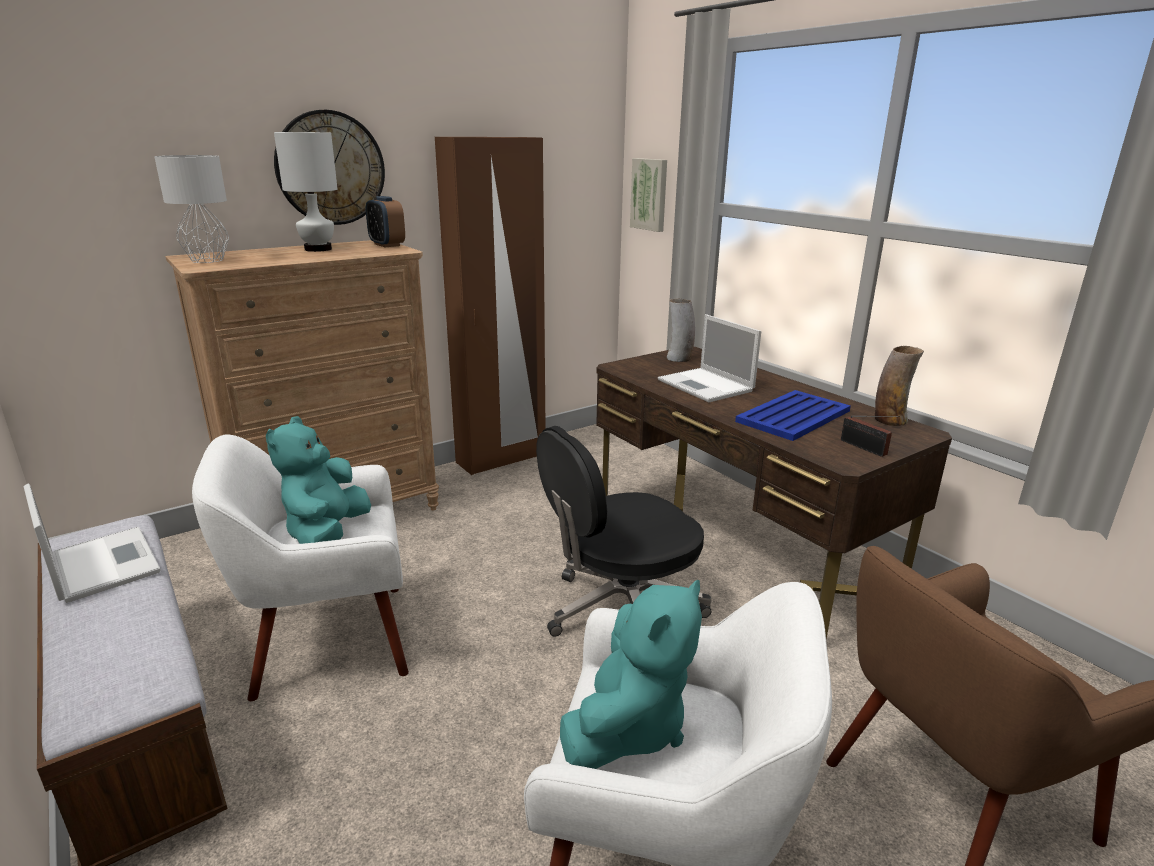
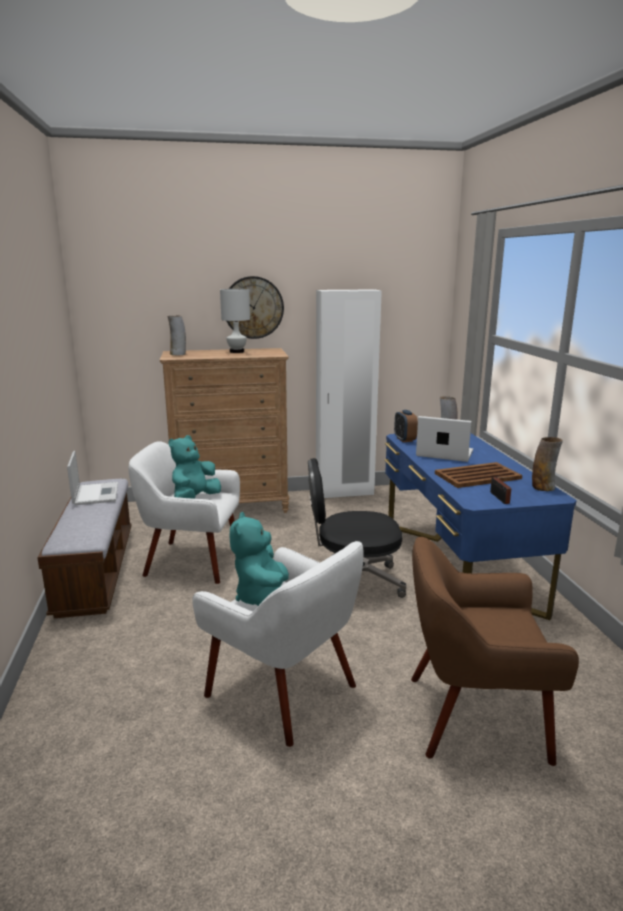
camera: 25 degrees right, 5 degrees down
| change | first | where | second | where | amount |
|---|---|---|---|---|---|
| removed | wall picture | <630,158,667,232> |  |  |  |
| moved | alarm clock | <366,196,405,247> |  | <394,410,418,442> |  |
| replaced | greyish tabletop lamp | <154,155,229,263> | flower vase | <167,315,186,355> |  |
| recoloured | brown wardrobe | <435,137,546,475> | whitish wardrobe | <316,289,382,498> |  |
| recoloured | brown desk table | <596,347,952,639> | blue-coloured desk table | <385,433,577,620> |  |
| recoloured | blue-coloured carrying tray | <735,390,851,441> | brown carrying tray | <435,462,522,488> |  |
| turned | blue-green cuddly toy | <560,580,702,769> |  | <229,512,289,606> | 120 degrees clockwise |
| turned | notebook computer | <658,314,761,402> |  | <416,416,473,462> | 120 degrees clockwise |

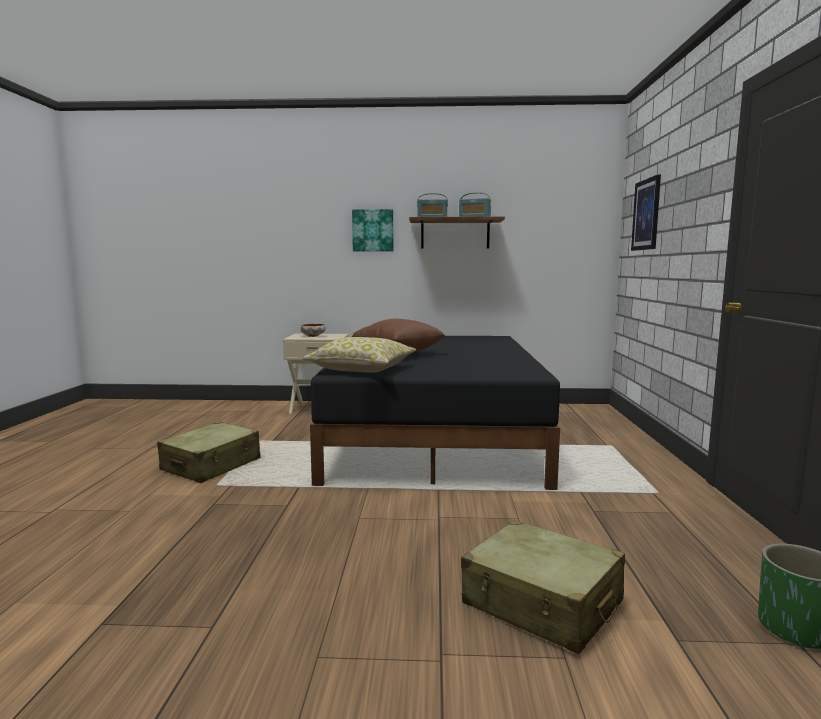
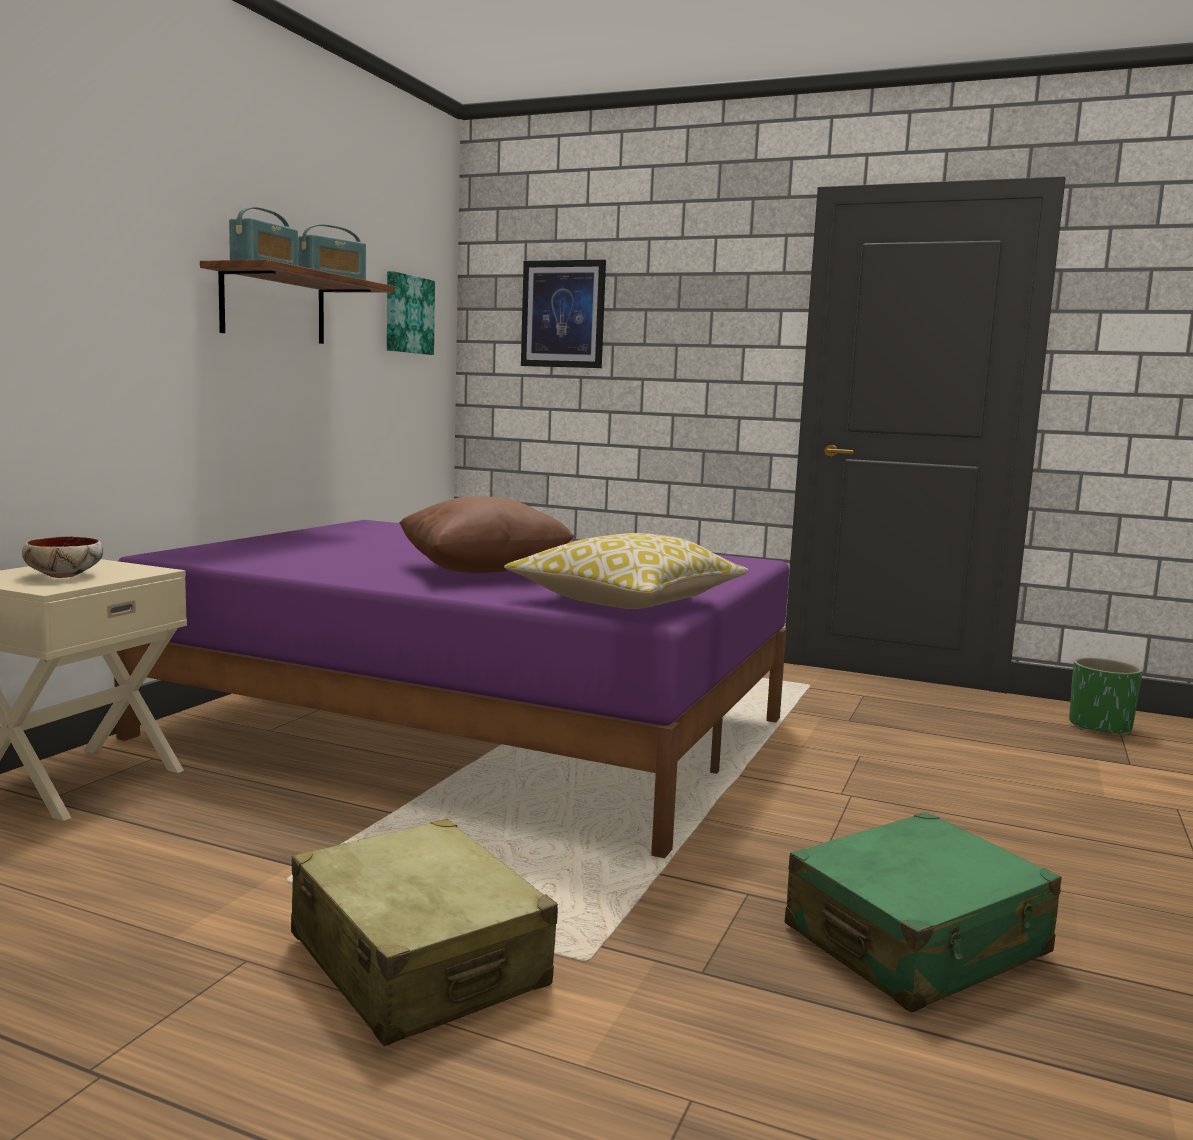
camera: 70 degrees left, 0 degrees up
| change | first | where | second | where | amount |
|---|---|---|---|---|---|
| removed | beige-coloured suitcase | <461,520,625,654> |  |  |  |
| added |  |  | green suitcase | <785,812,1062,1012> |  |
| moved | wall picture | <352,209,393,251> |  | <387,271,435,355> |  |
| recoloured | black bedroom bed | <310,336,560,490> | purple bedroom bed | <114,520,789,859> |  |

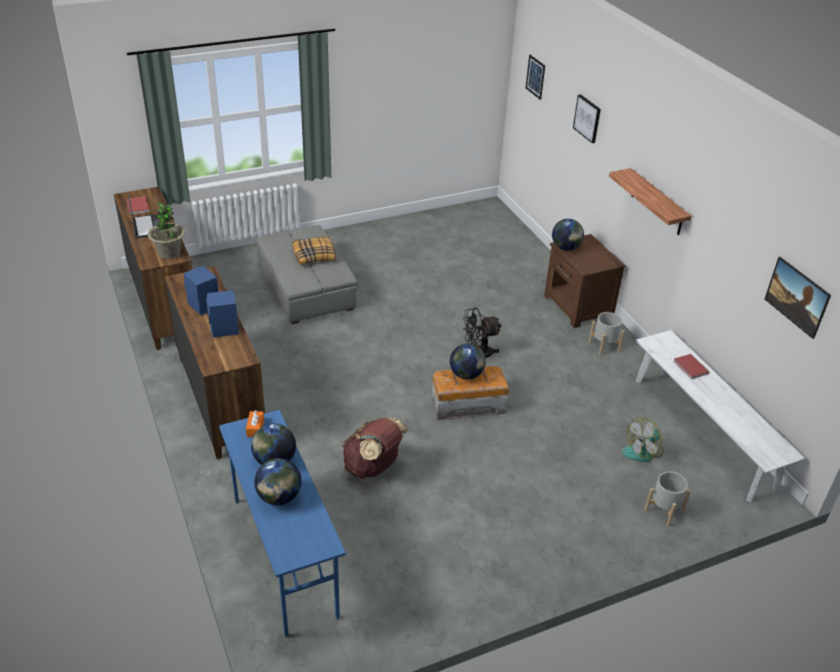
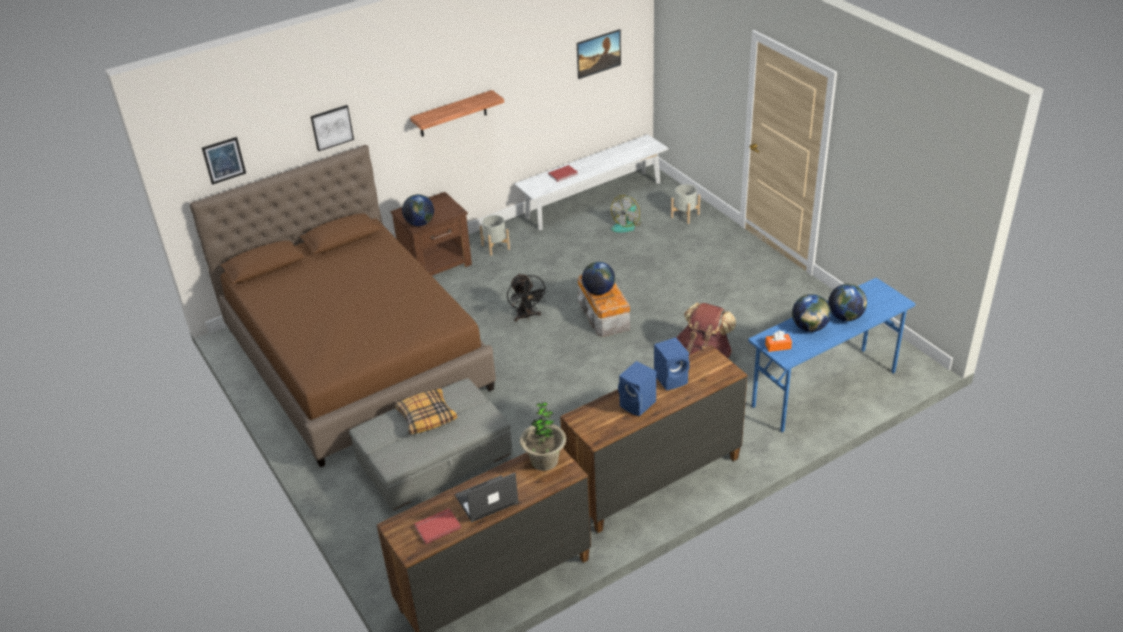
camera: 95 degrees left, 0 degrees up
| change | first | where | second | where | amount |
|---|---|---|---|---|---|
| added |  |  | brown bedroom bed | <190,145,496,468> |  |
| turned | electric fan | <622,417,664,462> |  | <611,195,641,232> | 75 degrees clockwise |

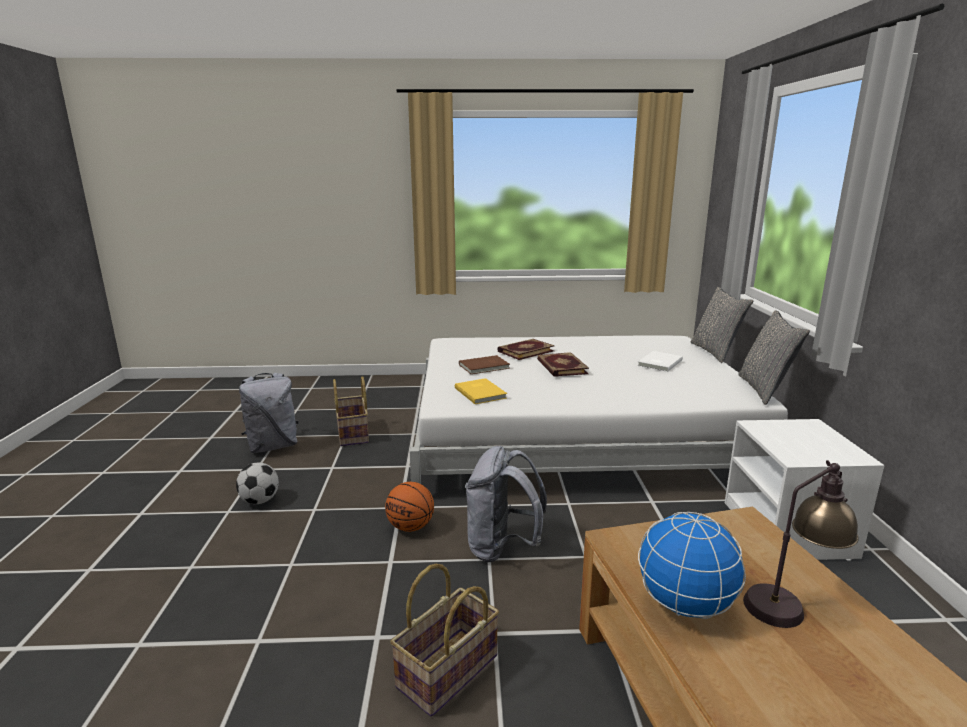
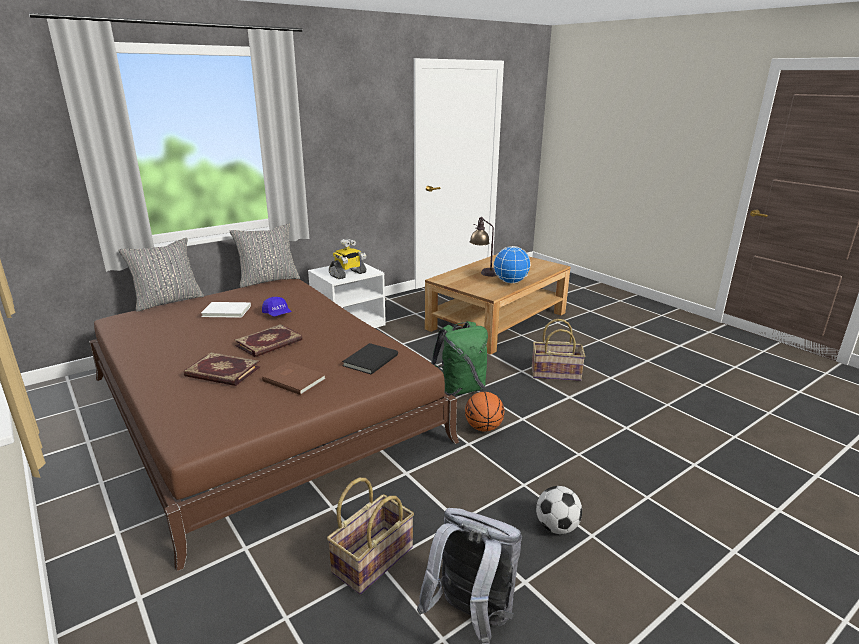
camera: 125 degrees left, 5 degrees up
| change | first | where | second | where | amount |
|---|---|---|---|---|---|
| added |  |  | blue-coloured peaked cap | <262,297,292,317> |  |
| added |  |  | robot figure | <329,238,367,279> |  |
| recoloured | whitish bedroom bed | <410,336,788,484> | brown bedroom bed | <89,279,459,572> |  |
| recoloured | yellow bound book | <455,378,507,404> | black bound book | <342,343,398,375> |  |
| recoloured | greyish knapsack | <465,446,547,563> | green knapsack | <431,321,488,396> |  |

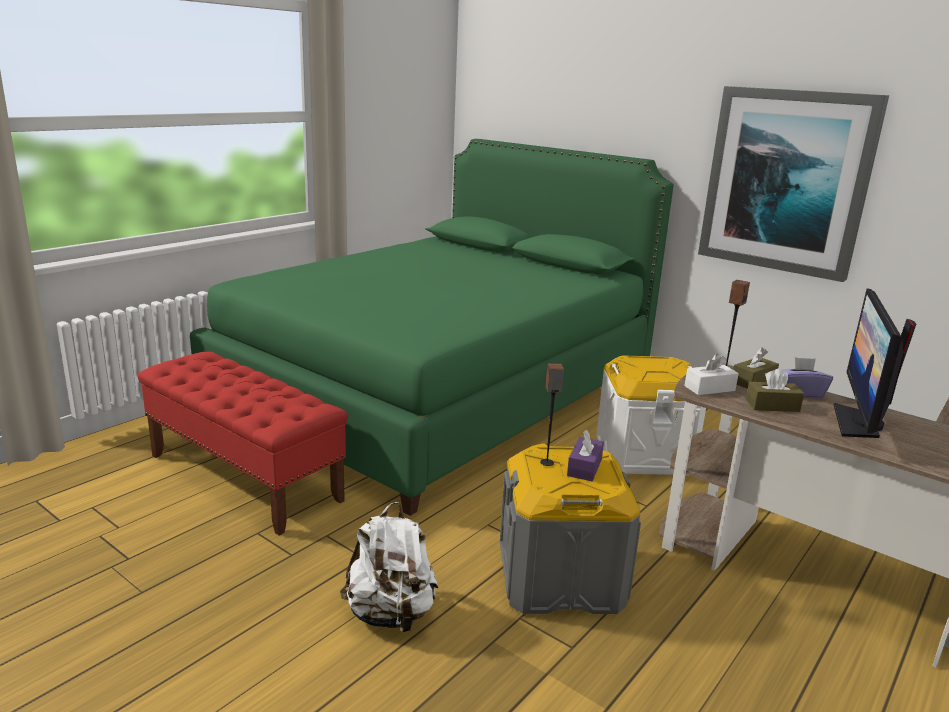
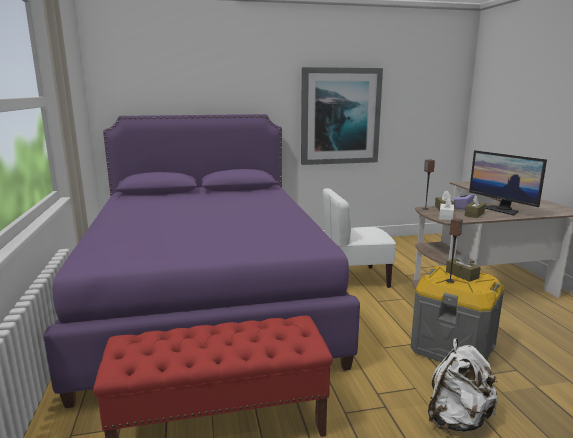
camera: 50 degrees left, 5 degrees down
| change | first | where | second | where | amount |
|---|---|---|---|---|---|
| replaced | whitish storage container | <596,355,706,475> | whitish upright chair | <323,188,396,288> |  |
| recoloured | green bedroom bed | <190,139,674,516> | purple bedroom bed | <44,114,360,408> |  |
| recoloured | purple box of tissues | <567,430,604,481> | brown box of tissues | <446,252,481,282> |  |

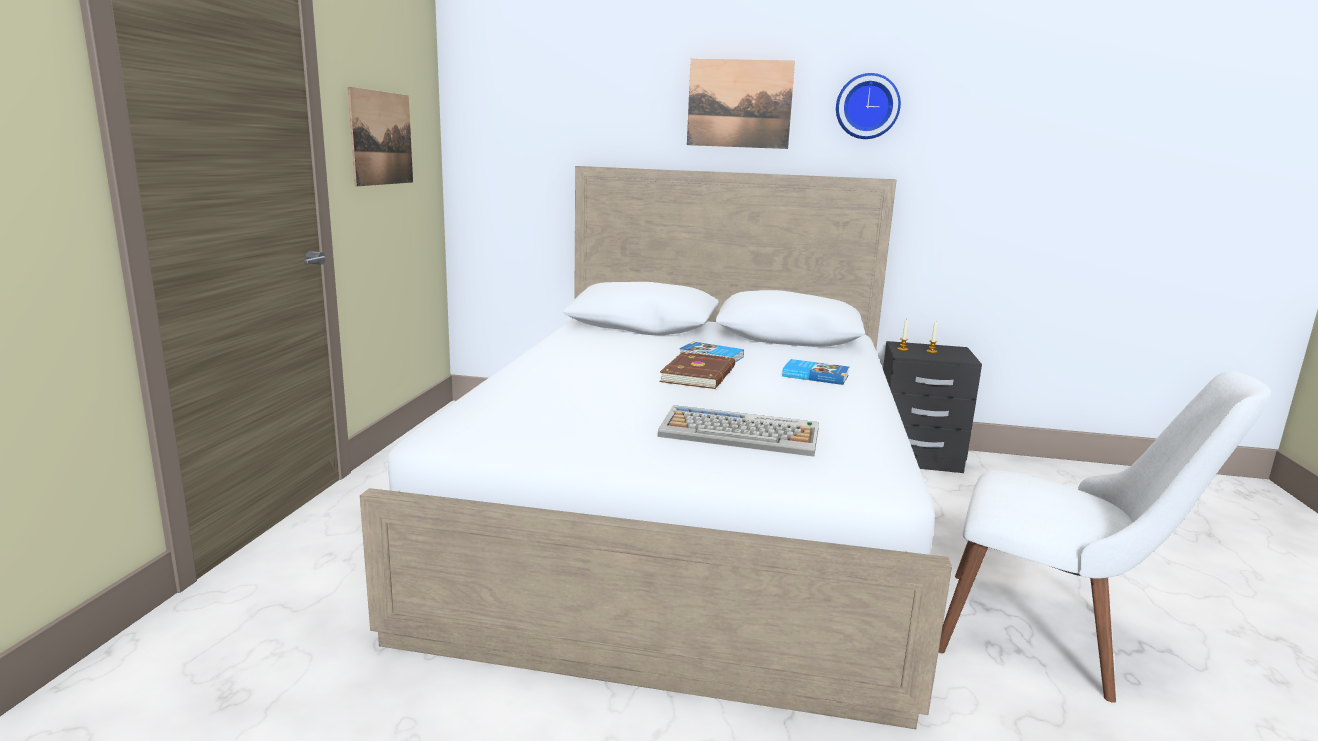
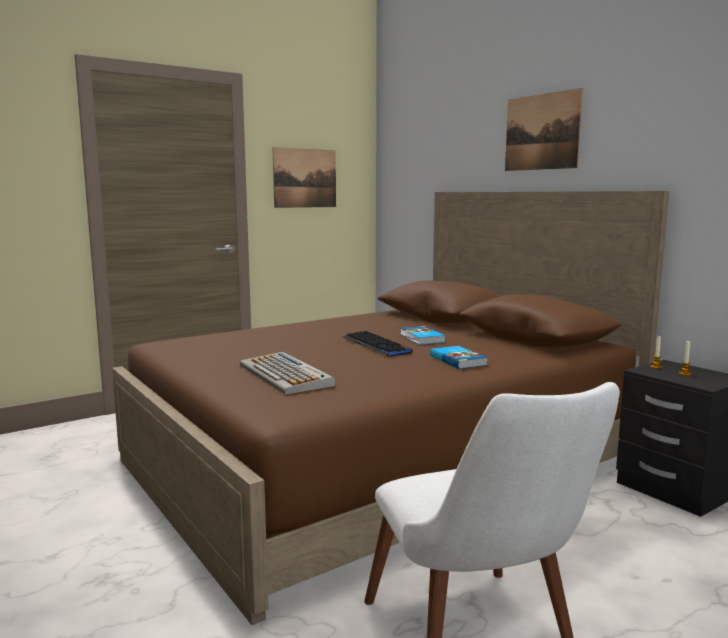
camera: 45 degrees right, 5 degrees down
| change | first | where | second | where | amount |
|---|---|---|---|---|---|
| removed | hanging clock | <836,73,901,139> |  |  |  |
| replaced | brown bound book | <660,352,735,389> | keyboard | <342,331,413,356> |  |
| recoloured | whitish bedroom bed | <360,166,952,729> | brown bedroom bed | <112,191,669,625> |  |

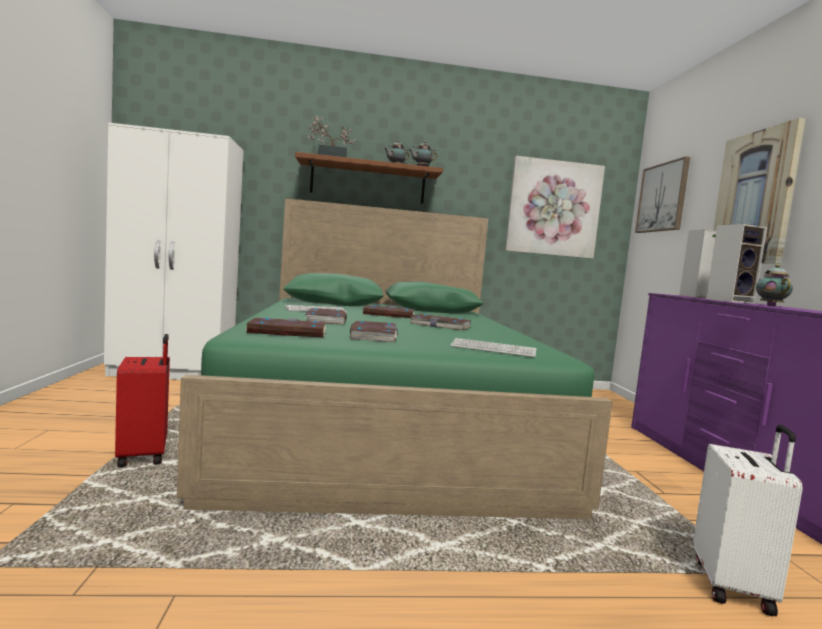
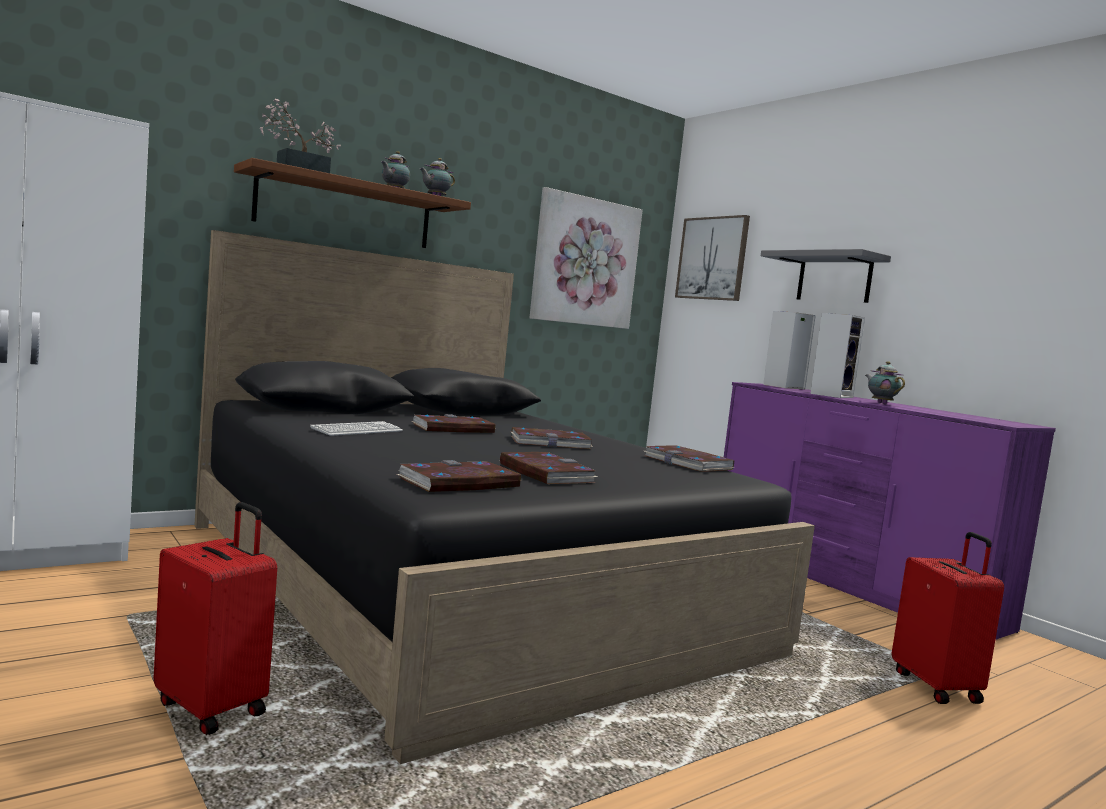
camera: 30 degrees left, 0 degrees up
| change | first | where | second | where | amount |
|---|---|---|---|---|---|
| removed | keyboard | <450,338,536,357> |  |  |  |
| moved | bound book | <305,308,347,325> |  | <645,445,734,472> |  |
| replaced | wall picture | <713,118,806,264> | greyish shelf | <761,249,891,303> |  |
| recoloured | green bedroom bed | <177,198,613,519> | black bedroom bed | <194,230,815,764> |  |
| recoloured | whitish suitcase | <693,425,803,616> | reddish suitcase | <892,532,1004,704> |  |

